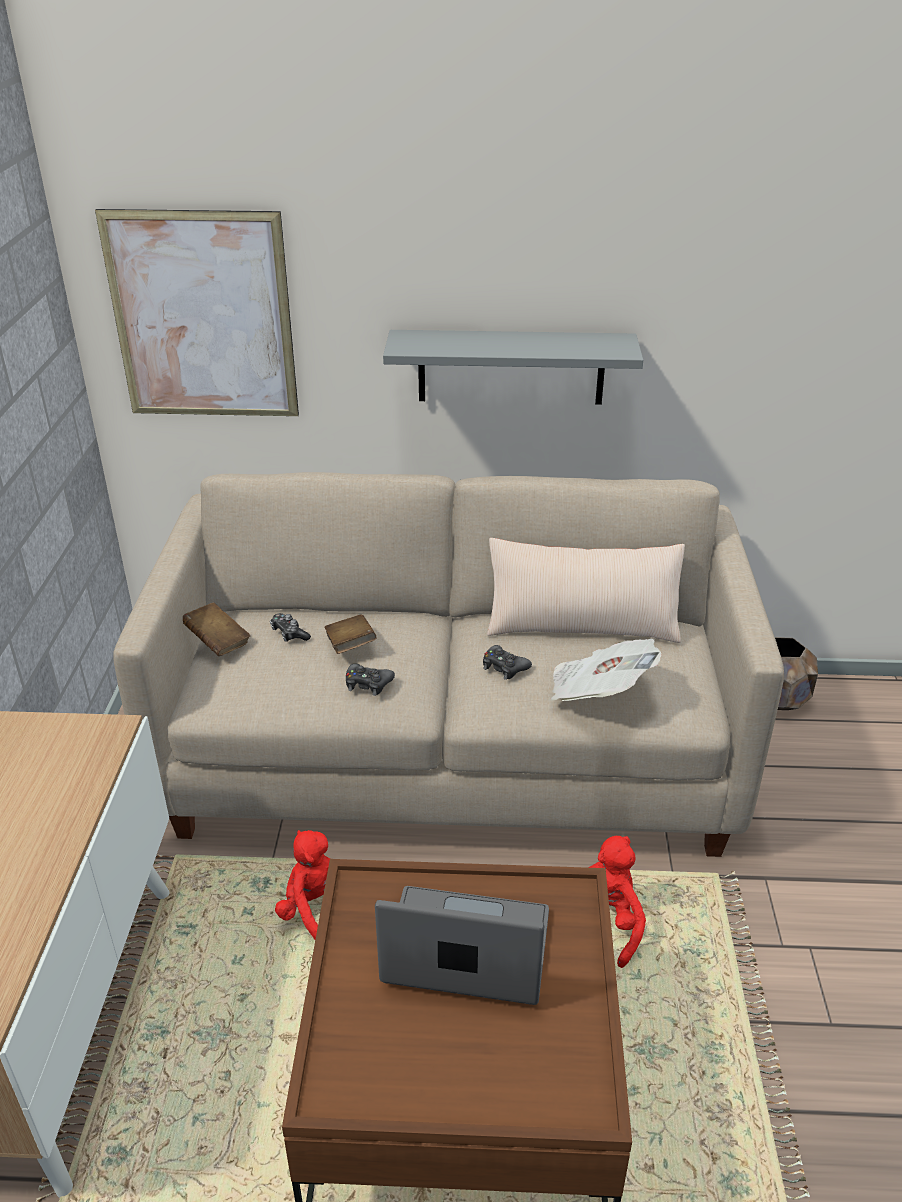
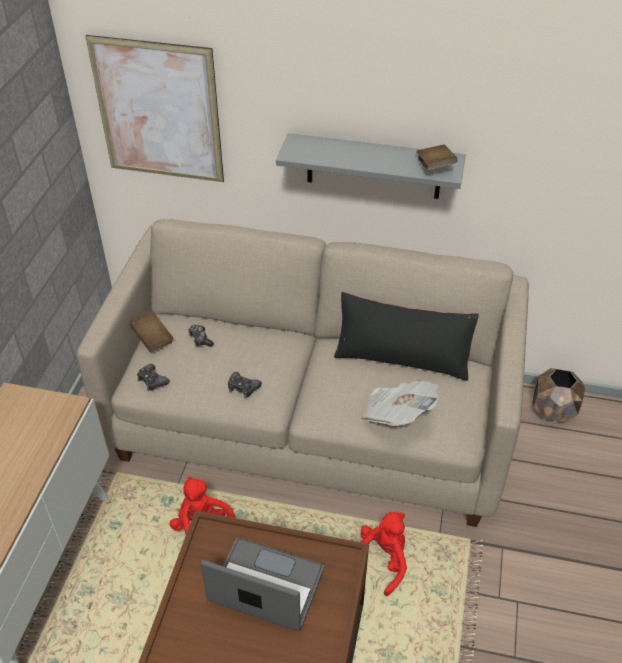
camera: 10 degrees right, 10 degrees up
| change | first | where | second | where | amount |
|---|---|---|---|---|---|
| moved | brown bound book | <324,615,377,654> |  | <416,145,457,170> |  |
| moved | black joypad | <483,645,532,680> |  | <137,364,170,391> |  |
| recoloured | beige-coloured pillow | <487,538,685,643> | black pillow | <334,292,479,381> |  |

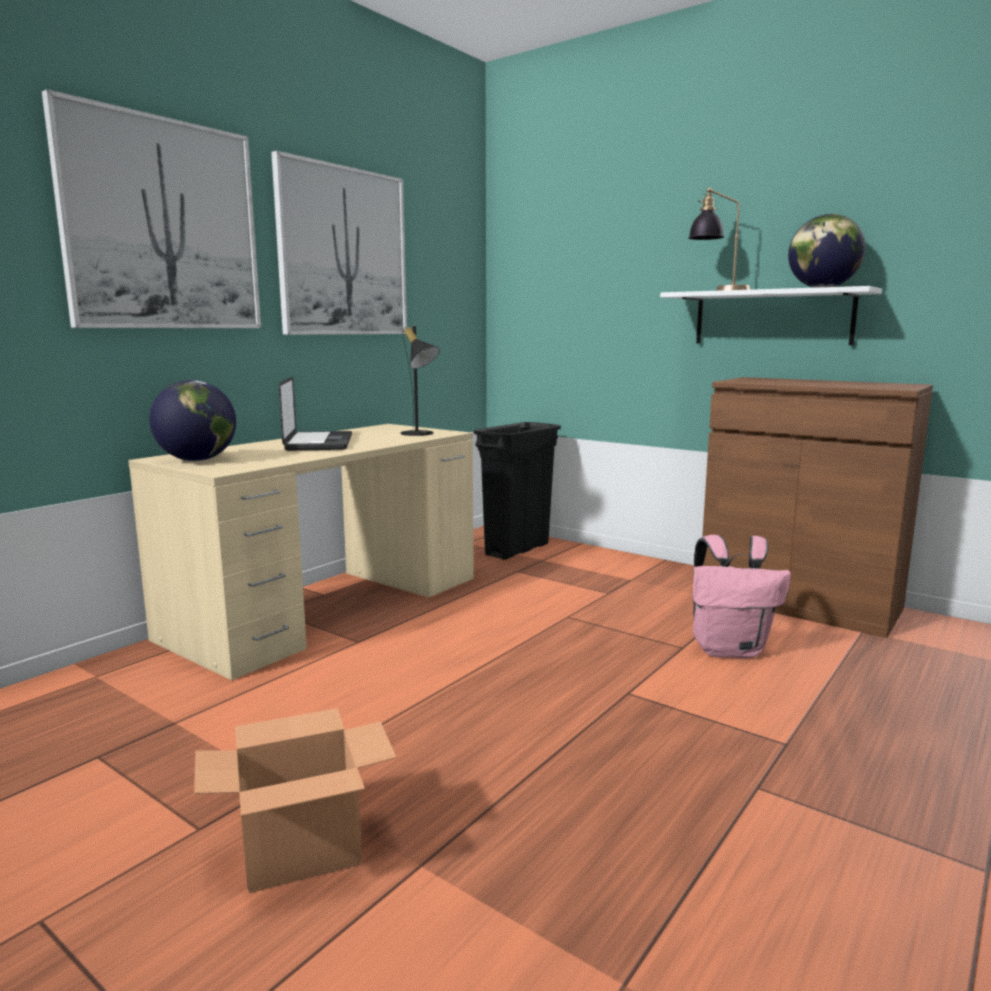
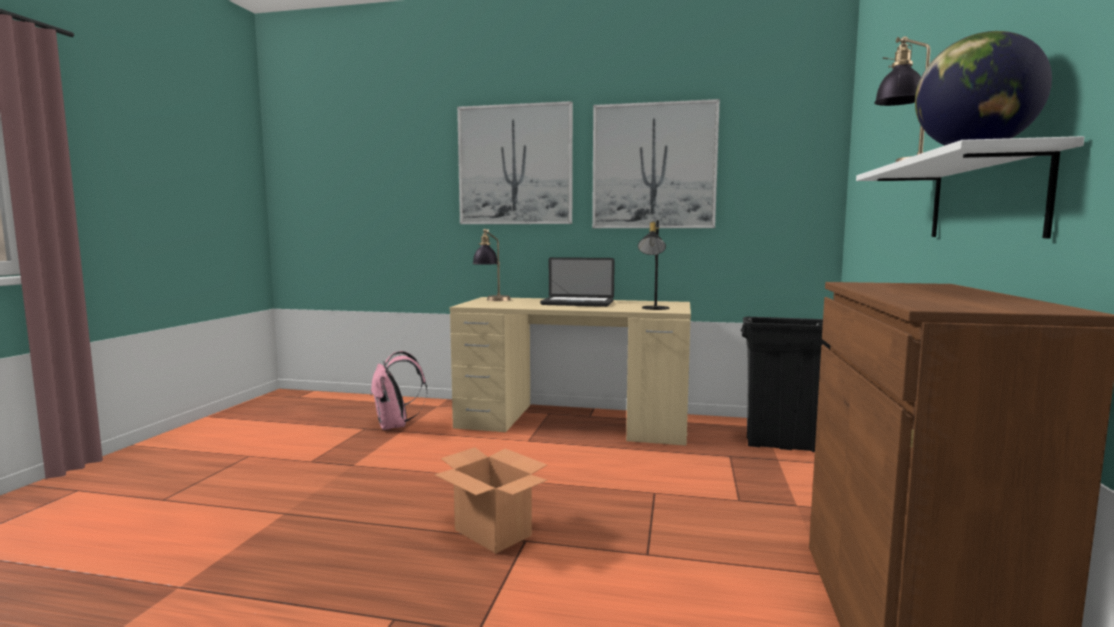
camera: 65 degrees right, 5 degrees down
| change | first | where | second | where | amount |
|---|---|---|---|---|---|
| moved | carton | <194,708,396,893> |  | <434,447,547,553> |  |
| moved | pinkish knapsack | <693,535,791,658> |  | <370,351,427,430> |  |
| replaced | world globe | <149,380,236,461> | tabletop lamp | <473,229,511,301> |  |
| turned | notebook computer | <279,377,352,451> |  | <540,257,615,307> | 45 degrees clockwise |

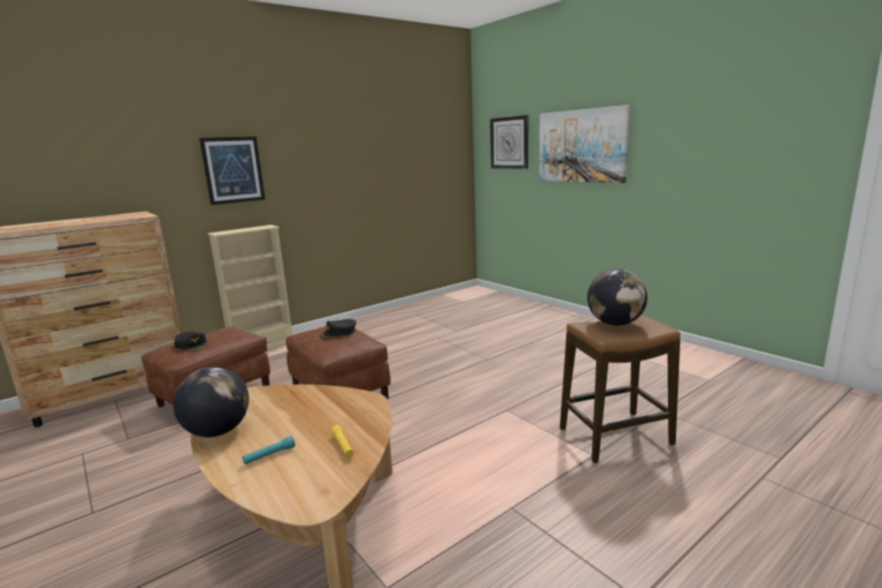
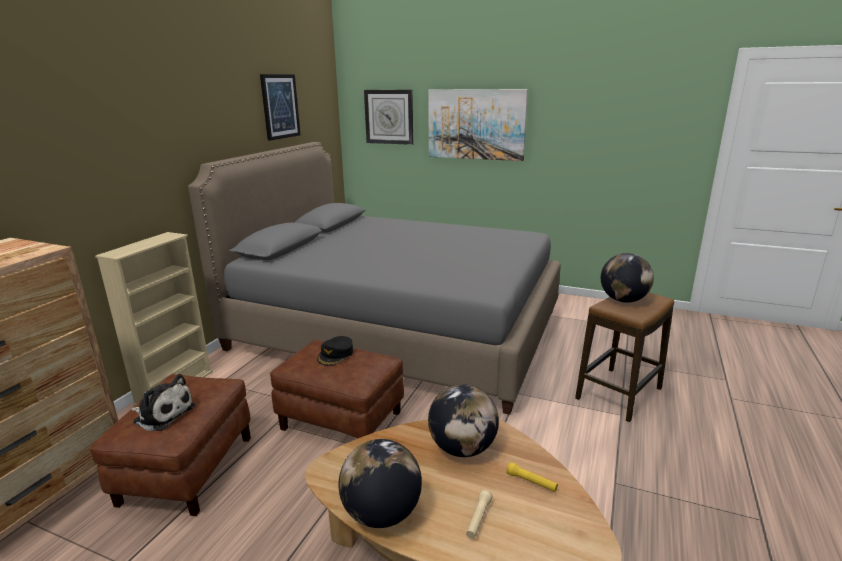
camera: 30 degrees left, 5 degrees up
| change | first | where | second | where | amount |
|---|---|---|---|---|---|
| added |  |  | greyish bedroom bed | <188,142,561,415> |  |
| added |  |  | world globe | <428,384,499,457> |  |
| moved | wall picture | <199,136,265,205> |  | <260,74,300,141> |  |
| replaced | black peaked cap | <174,331,209,352> | cuddly toy | <131,374,195,431> |  |
| recoloured | blue-green hand torch | <242,436,295,465> | beige-coloured hand torch | <466,490,493,539> |  |

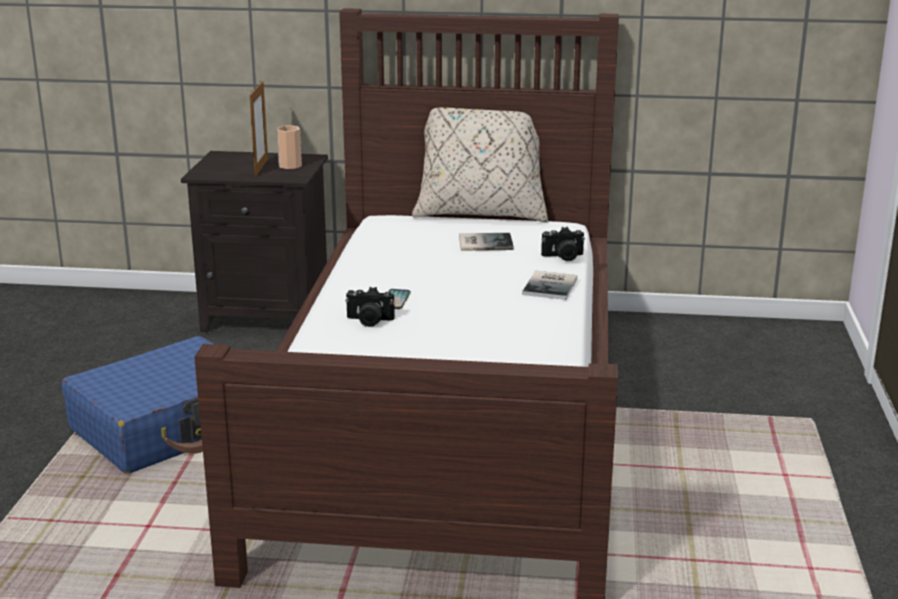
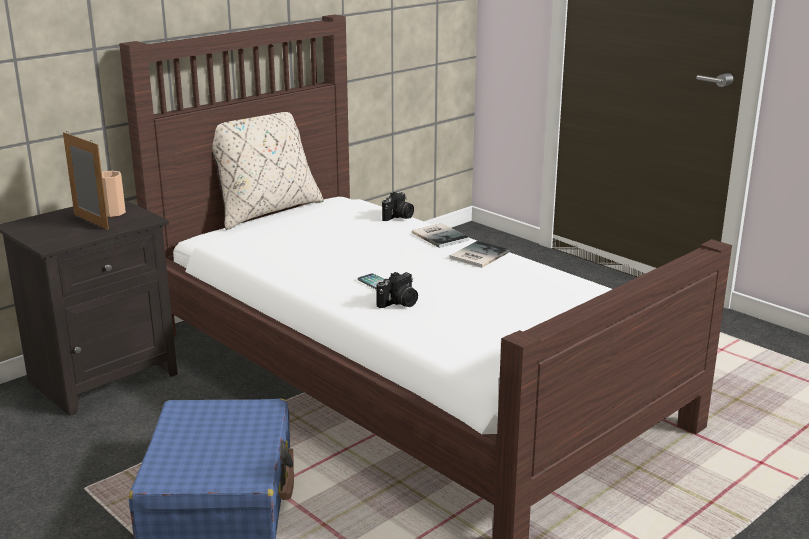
camera: 50 degrees left, 0 degrees up
| change | first | where | second | where | amount |
|---|---|---|---|---|---|
| moved | bound book | <459,233,514,251> |  | <449,241,510,268> |  |

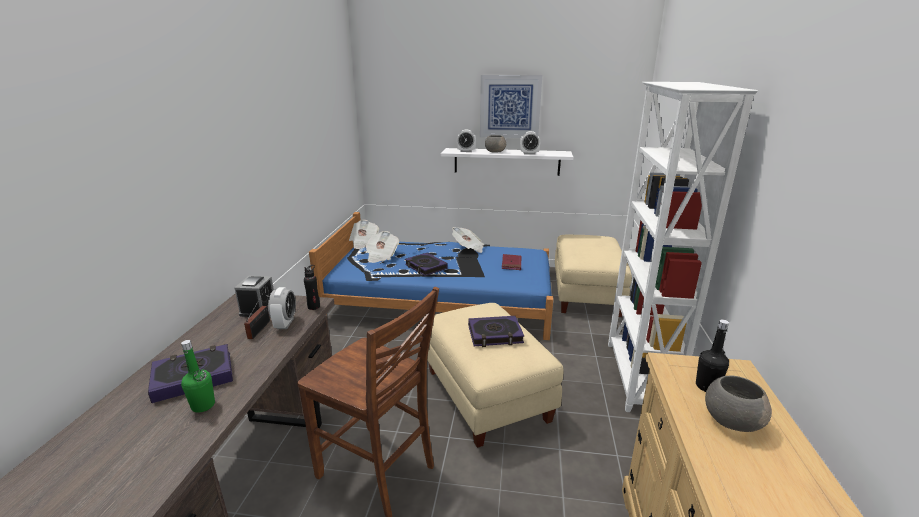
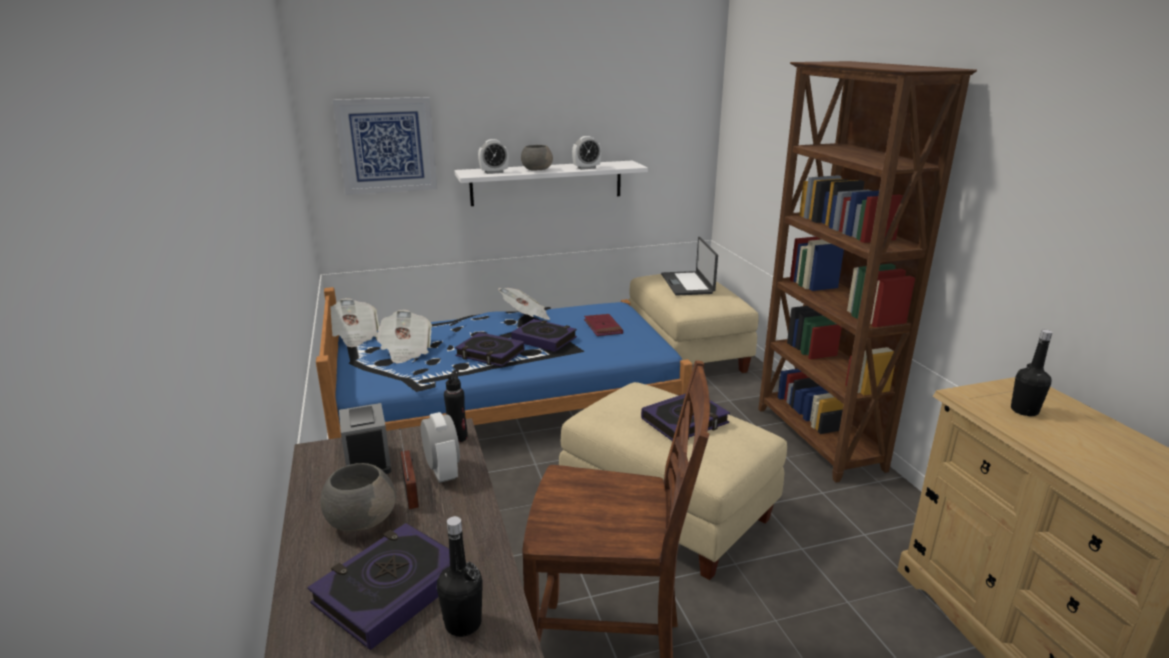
camera: 25 degrees left, 0 degrees up
| change | first | where | second | where | amount |
|---|---|---|---|---|---|
| added |  |  | bound book | <511,319,577,352> |  |
| added |  |  | notebook computer | <661,237,718,296> |  |
| moved | wall picture | <480,75,542,138> |  | <333,97,437,195> |  |
| moved | greyish serving bowl | <705,376,772,432> |  | <320,463,396,531> |  |
| recoloured | green drink bottle | <181,340,215,413> | black drink bottle | <437,516,483,637> |  |
| recoloured | whitish shelving unit | <608,82,758,412> | brown shelving unit | <758,61,977,483> |  |

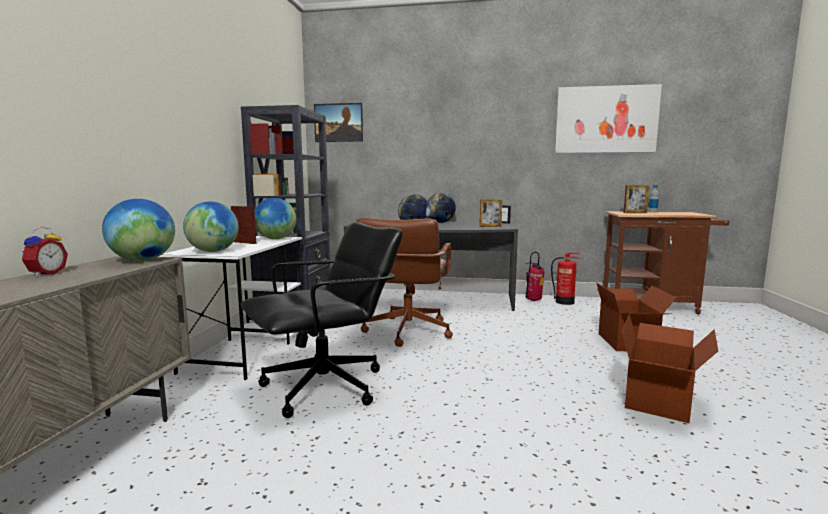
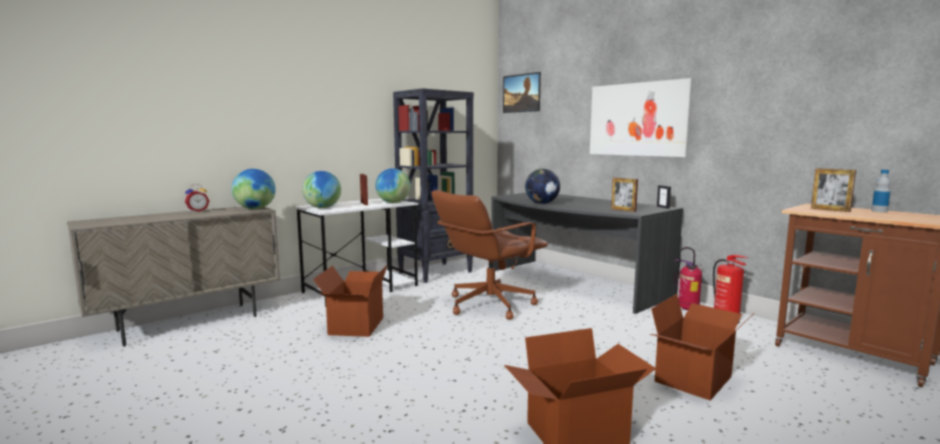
camera: 40 degrees right, 0 degrees up
| change | first | where | second | where | amount |
|---|---|---|---|---|---|
| removed | world globe | <428,193,456,223> |  |  |  |
| moved | wall picture | <555,84,662,153> |  | <590,78,693,157> |  |
| replaced | black office chair | <241,222,403,418> | carton | <313,264,388,337> |  |

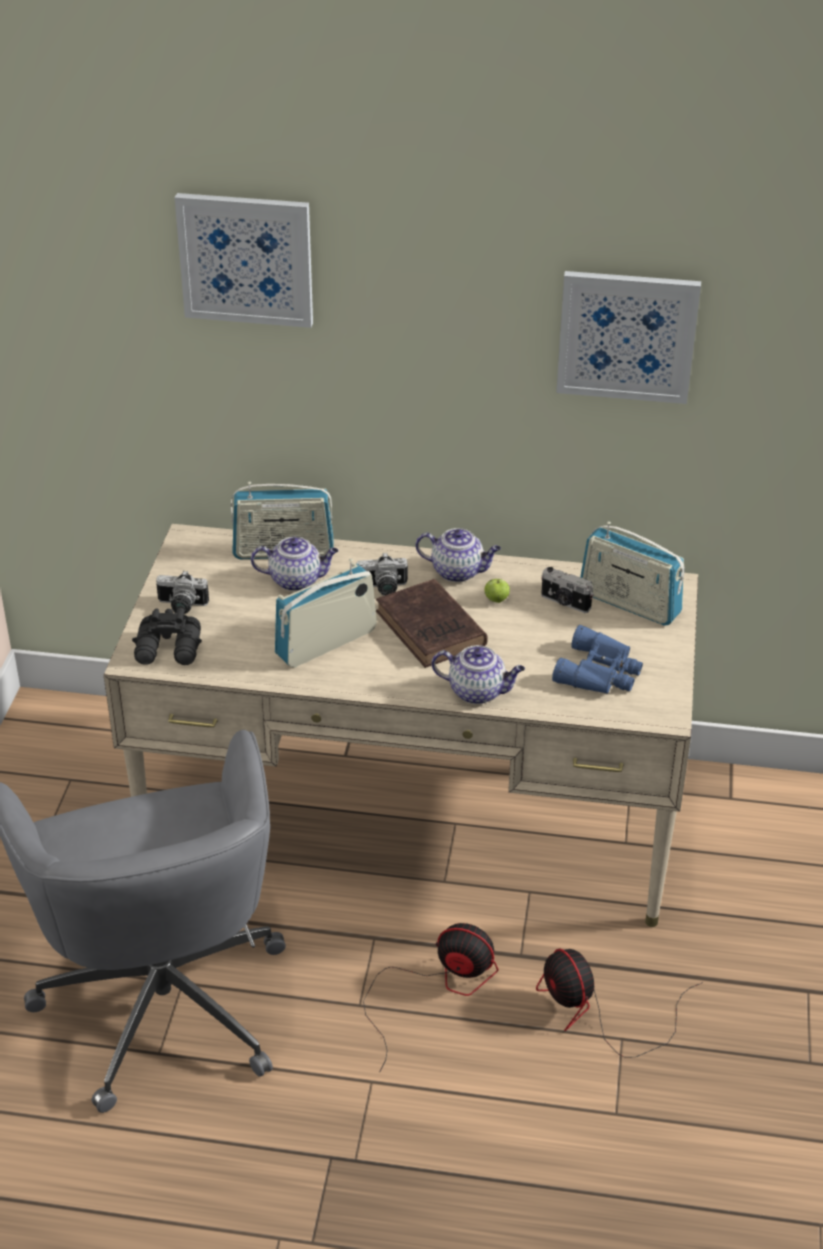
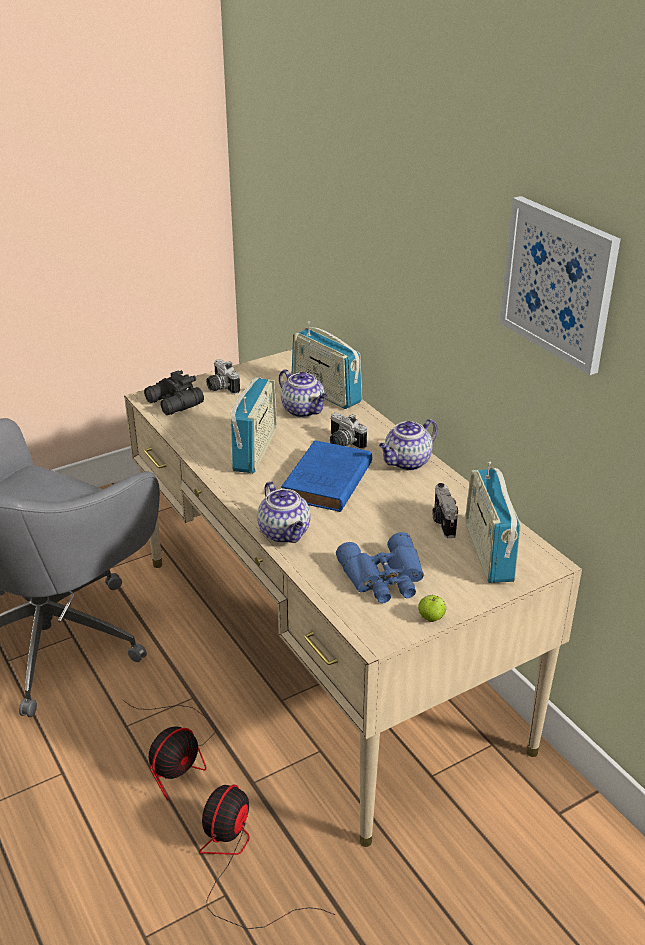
camera: 50 degrees right, 5 degrees down
| change | first | where | second | where | amount |
|---|---|---|---|---|---|
| removed | wall picture | <174,193,313,328> |  |  |  |
| moved | apple fruit | <484,579,510,603> |  | <418,595,446,622> |  |
| recoloured | brown bound book | <376,579,488,668> | blue-coloured bound book | <281,440,372,512> |  |
| turned | radio receiver | <275,559,377,668> |  | <230,378,277,474> | 90 degrees clockwise |
| turned | electric fan | <363,923,499,1071> |  | <122,699,216,800> | 60 degrees clockwise |
| turned | pot for tea | <416,528,501,582> |  | <379,419,438,471> | 75 degrees clockwise |

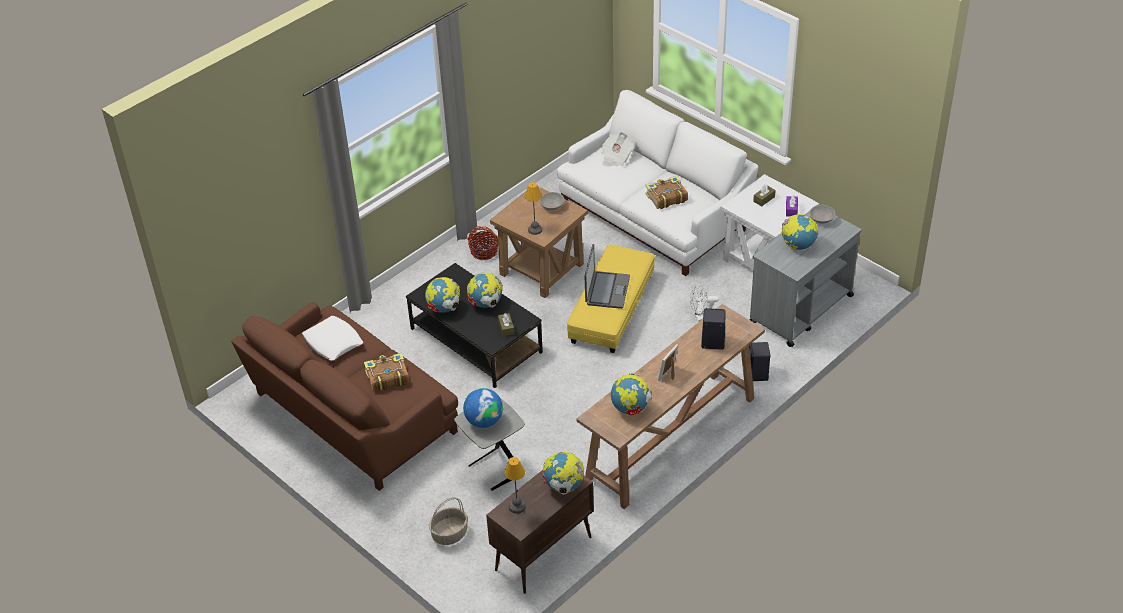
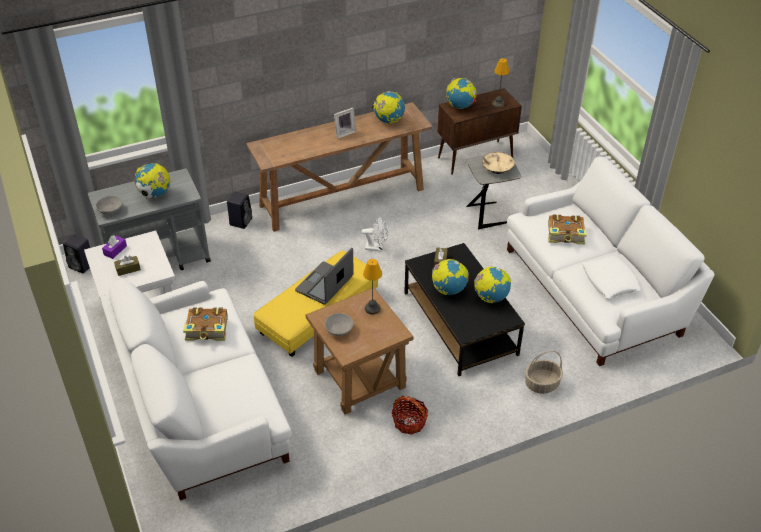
camera: 160 degrees left, 0 degrees up
| change | first | where | second | where | amount |
|---|---|---|---|---|---|
| removed | printed paper | <601,132,634,166> |  |  |  |
| moved | basket | <429,497,468,545> |  | <525,351,563,394> |  |
| moved | whitish electric fan | <690,284,719,321> |  | <361,216,388,252> |  |
| moved | black loudspeaker | <701,308,726,350> |  | <63,234,90,273> |  |
| replaced | world globe | <463,388,503,428> | beige-coloured serving bowl | <482,152,515,174> |  |
| recoloured | brown settee | <232,302,458,491> | whitish settee | <507,157,714,366> |  |

